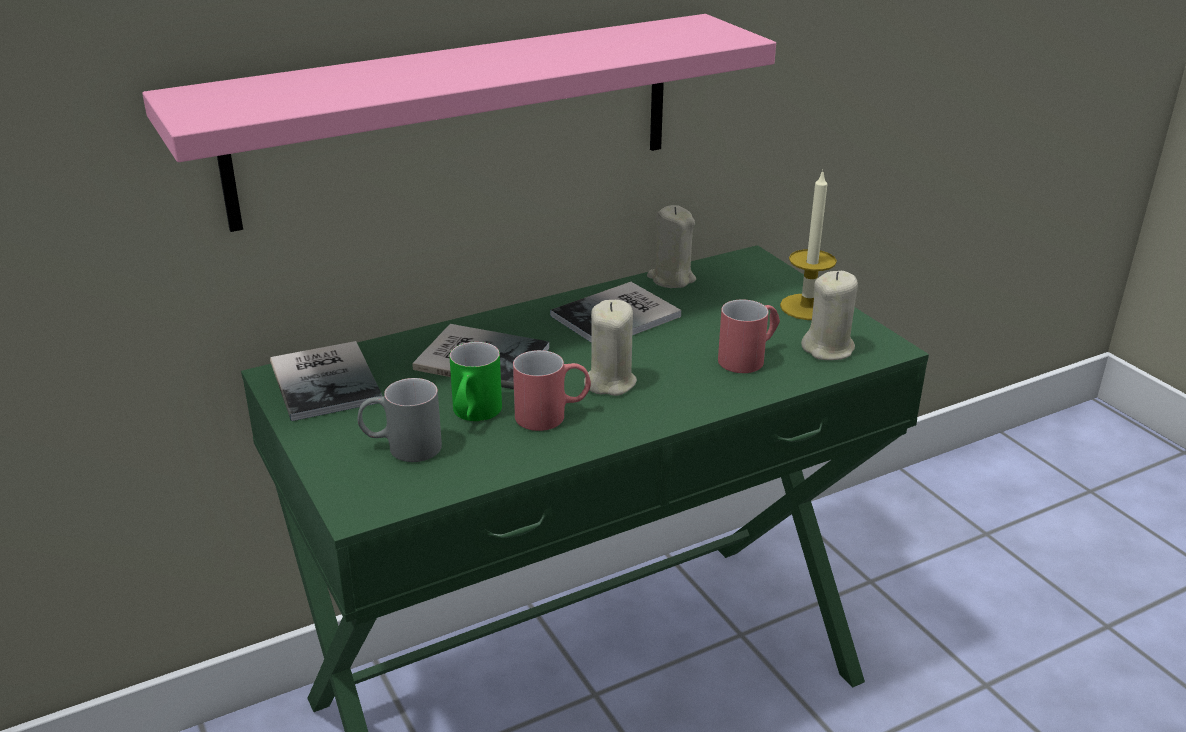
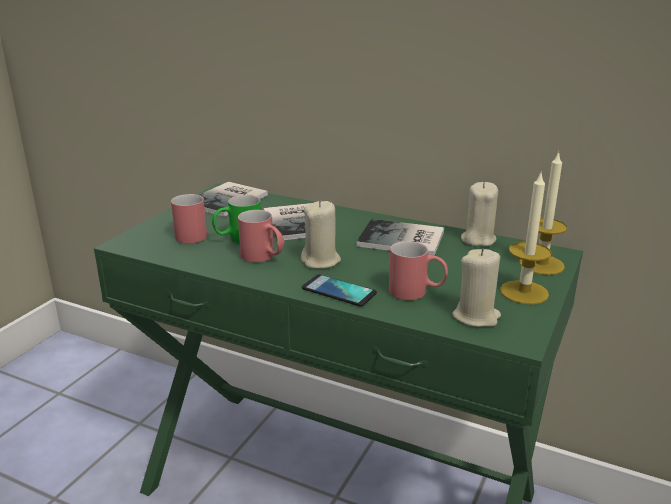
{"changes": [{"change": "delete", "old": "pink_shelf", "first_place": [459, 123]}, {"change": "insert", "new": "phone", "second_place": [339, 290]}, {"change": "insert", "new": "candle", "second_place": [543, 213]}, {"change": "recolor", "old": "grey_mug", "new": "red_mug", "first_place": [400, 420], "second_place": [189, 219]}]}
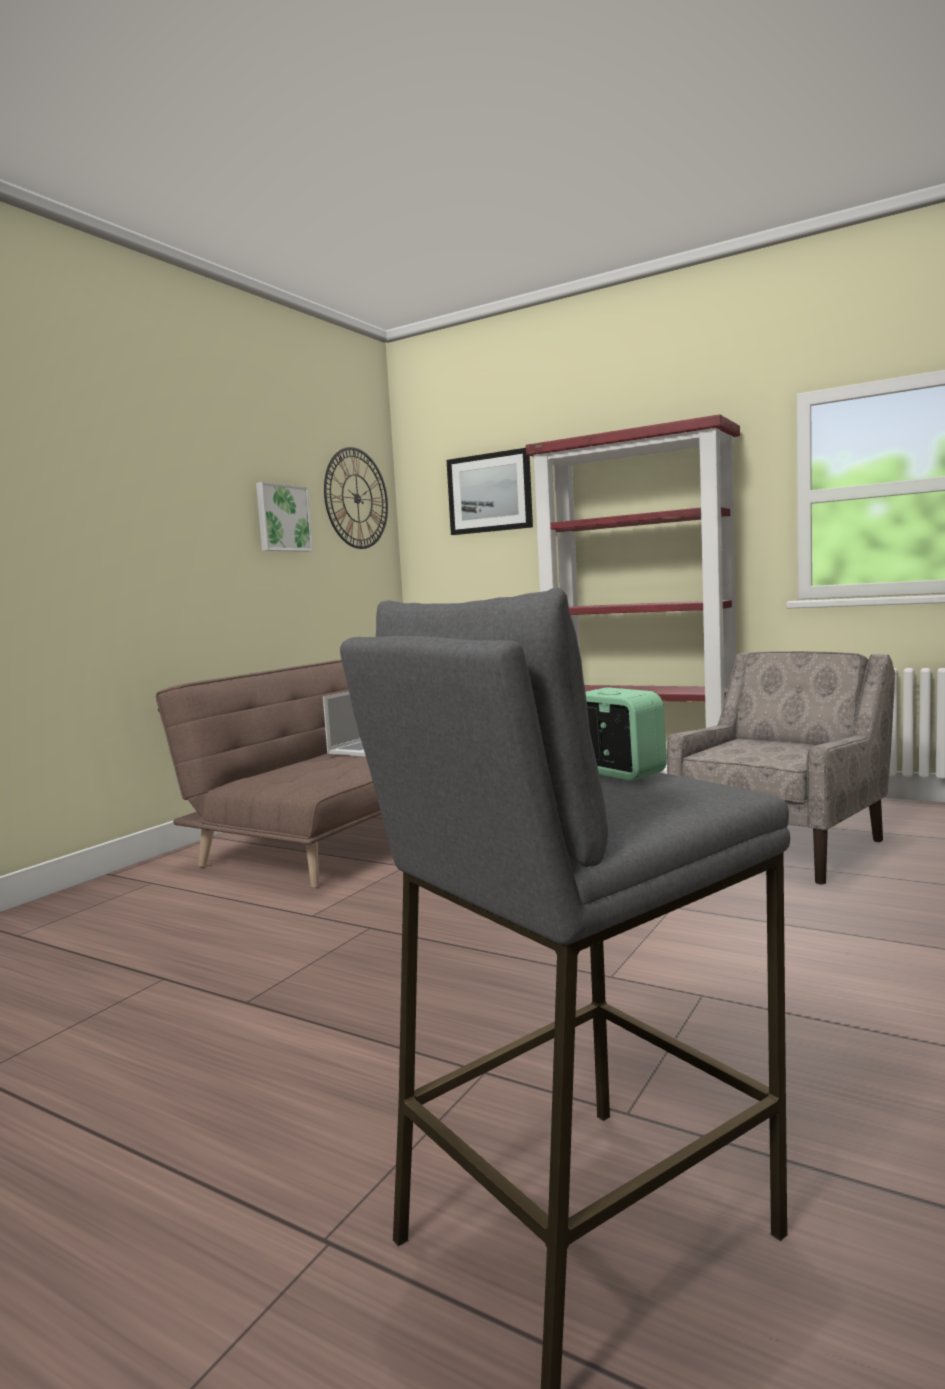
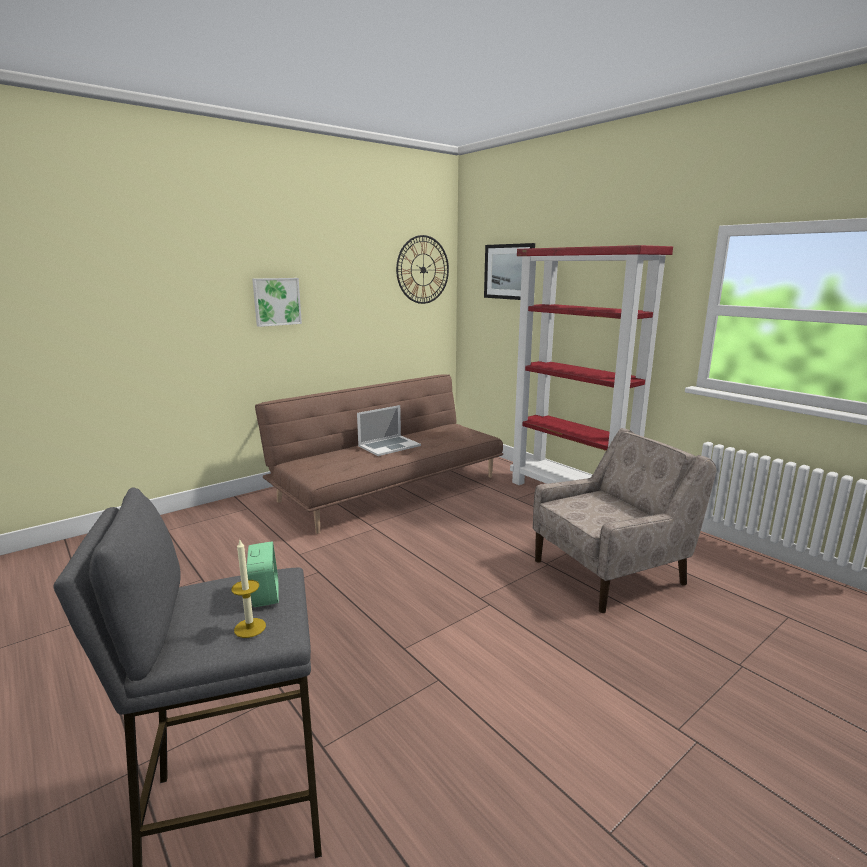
{"changes": [{"change": "insert", "new": "candle", "second_place": [248, 589]}, {"change": "move", "old": "picture", "first_place": [284, 517], "second_place": [277, 302]}]}
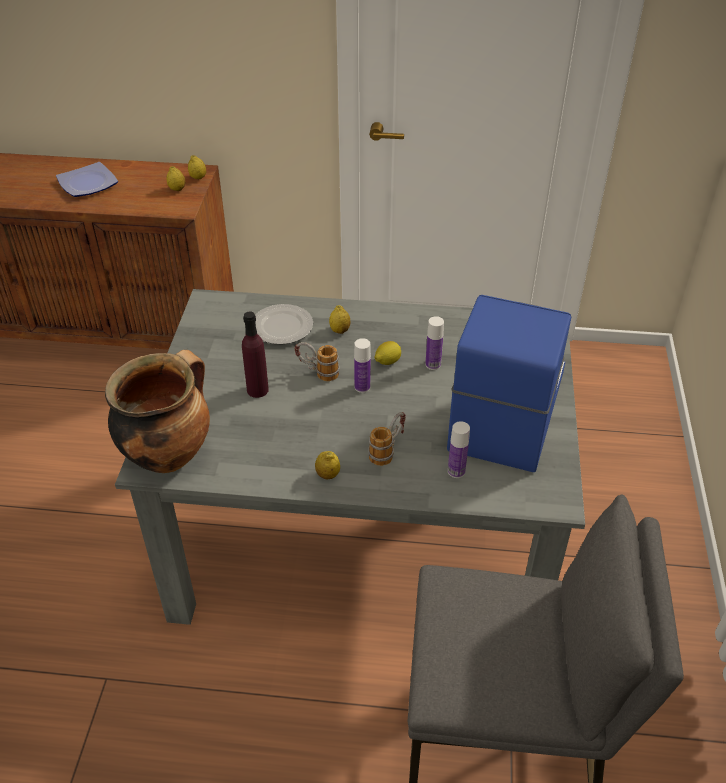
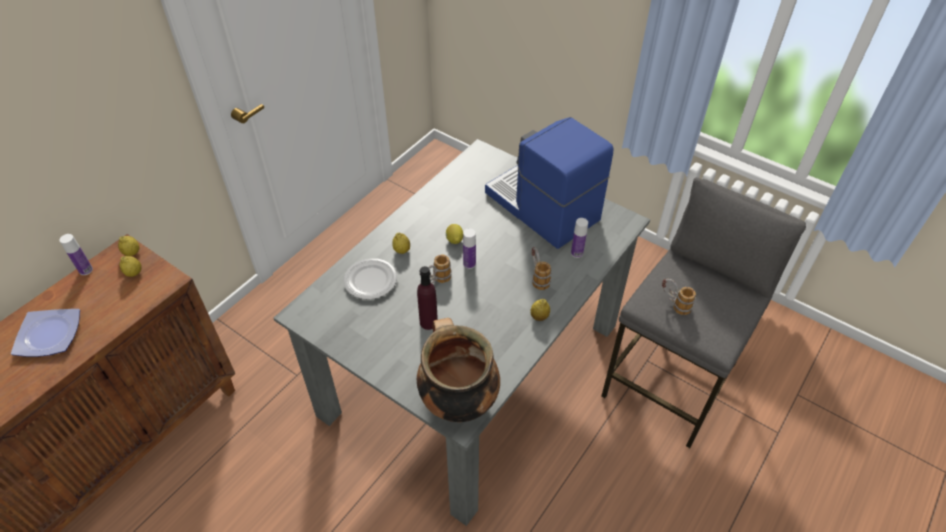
{"changes": [{"change": "insert", "new": "mug", "second_place": [679, 297]}, {"change": "move", "old": "bottle", "first_place": [434, 343], "second_place": [76, 254]}]}
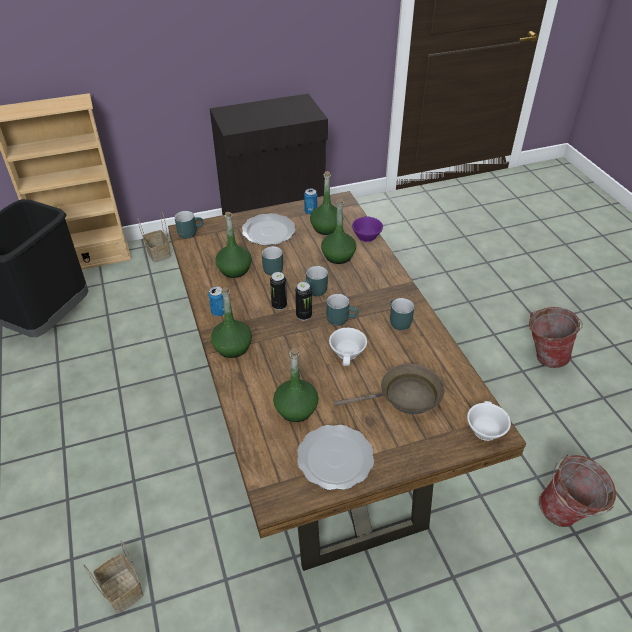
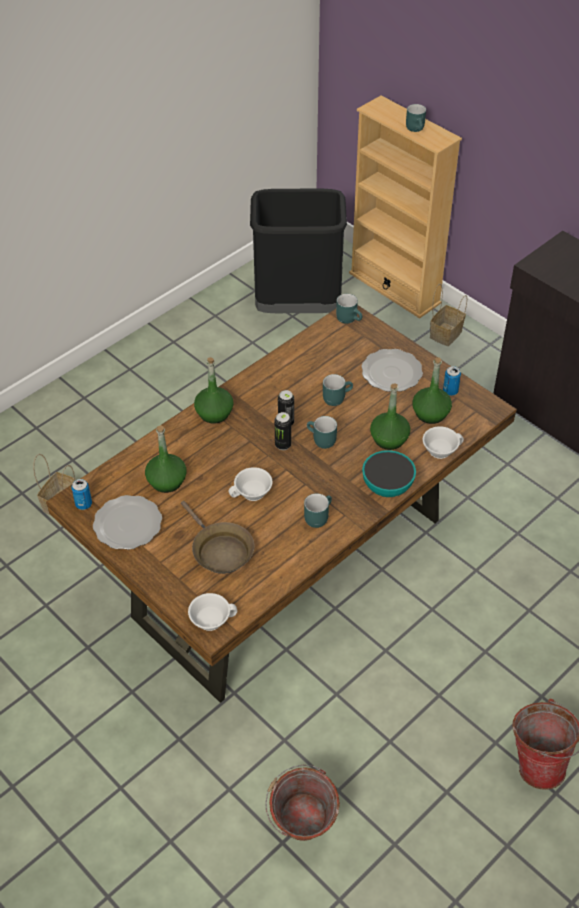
{"changes": [{"change": "delete", "old": "green_bottle", "first_place": [233, 245]}, {"change": "insert", "new": "bowl", "second_place": [389, 473]}, {"change": "move", "old": "can", "first_place": [216, 301], "second_place": [81, 494]}, {"change": "move", "old": "turquoise_mug", "first_place": [342, 310], "second_place": [416, 118]}, {"change": "recolor", "old": "purple_cup", "new": "white_cup", "first_place": [367, 229], "second_place": [443, 442]}]}
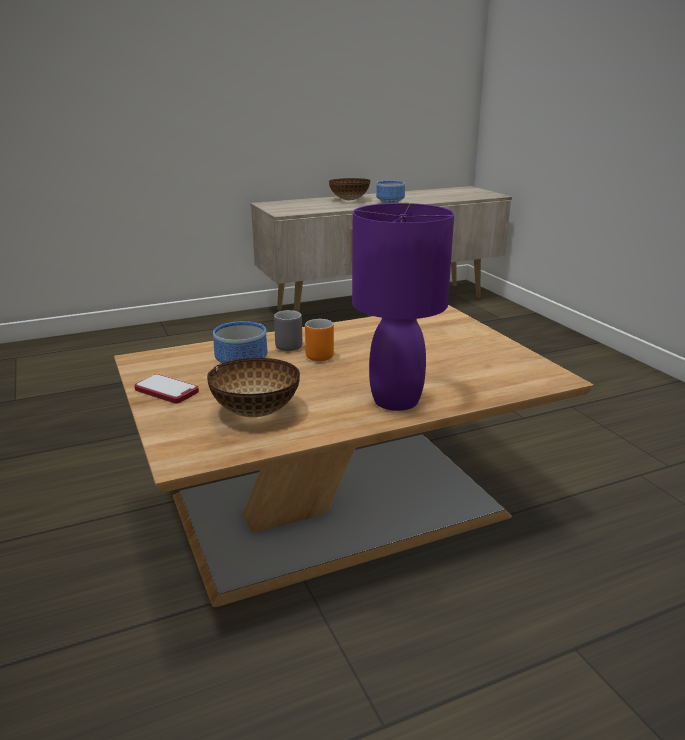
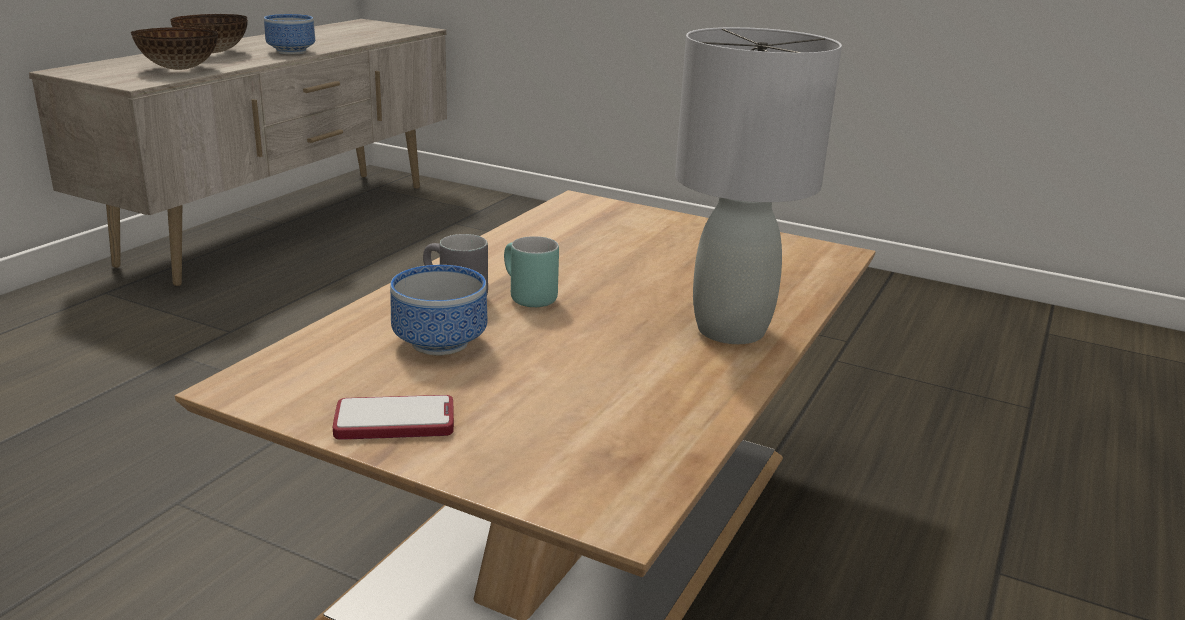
{"changes": [{"change": "move", "old": "bowl", "first_place": [253, 387], "second_place": [174, 48]}, {"change": "recolor", "old": "orange_mug", "new": "turquoise_mug", "first_place": [319, 340], "second_place": [531, 271]}, {"change": "recolor", "old": "purple_table_lamp", "new": "grey_table_lamp", "first_place": [403, 307], "second_place": [758, 185]}]}
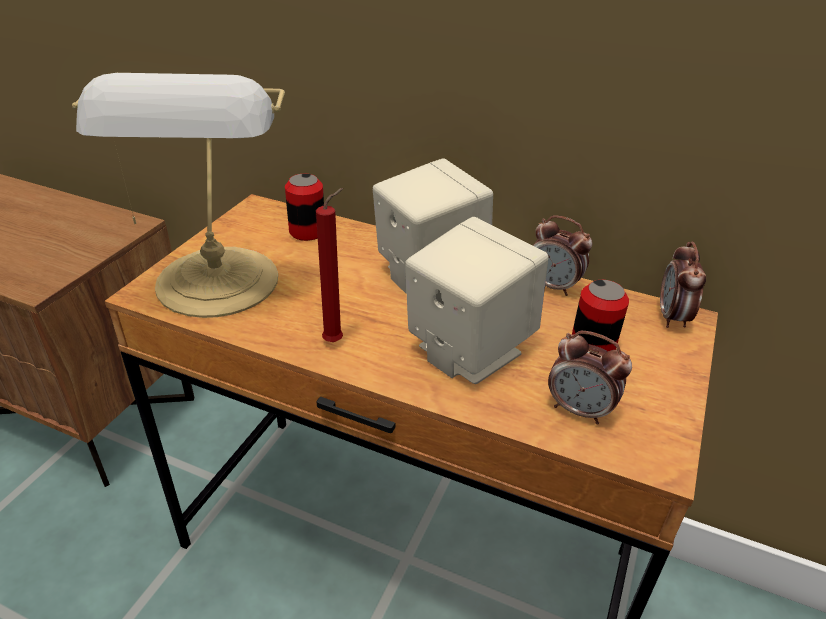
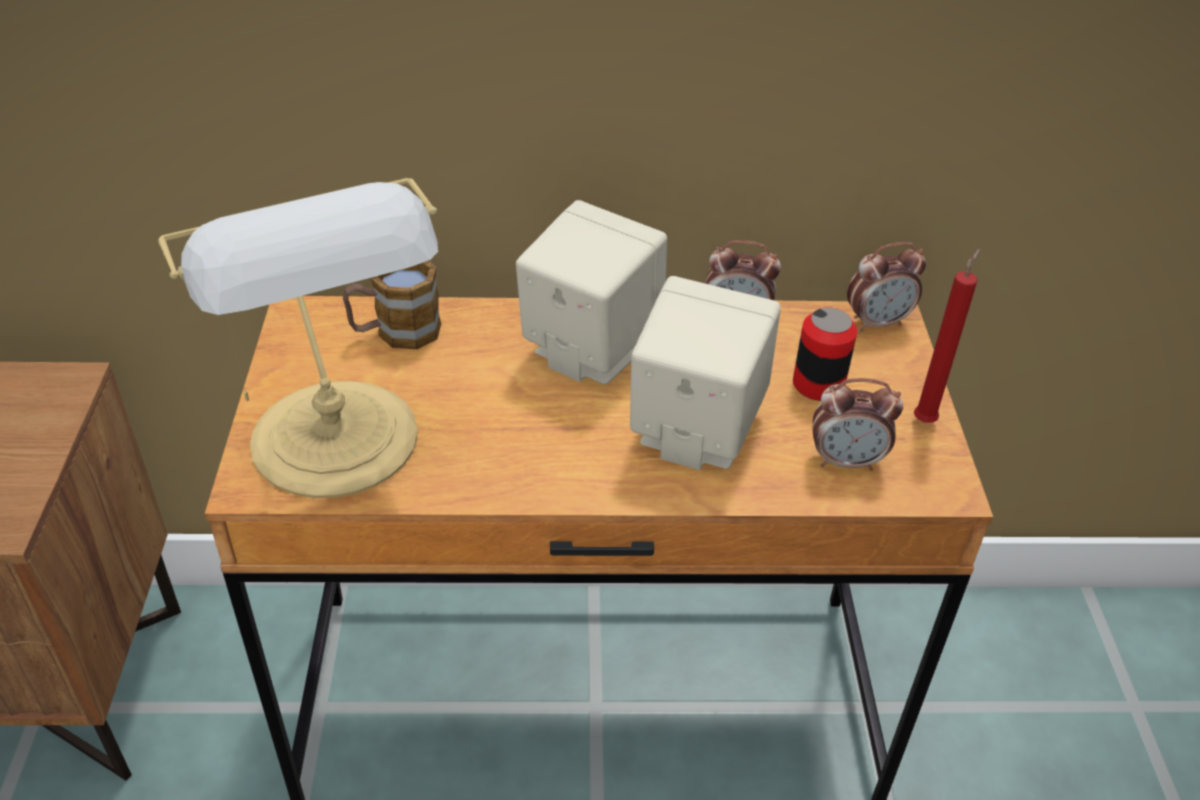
{"changes": [{"change": "move", "old": "red_candle", "first_place": [329, 265], "second_place": [947, 336]}, {"change": "replace", "old": "can", "new": "mug", "first_place": [304, 207], "second_place": [392, 305]}, {"change": "rotate", "old": "alarm_clock", "first_place": [683, 285], "second_place": [886, 287], "degrees": -90}]}
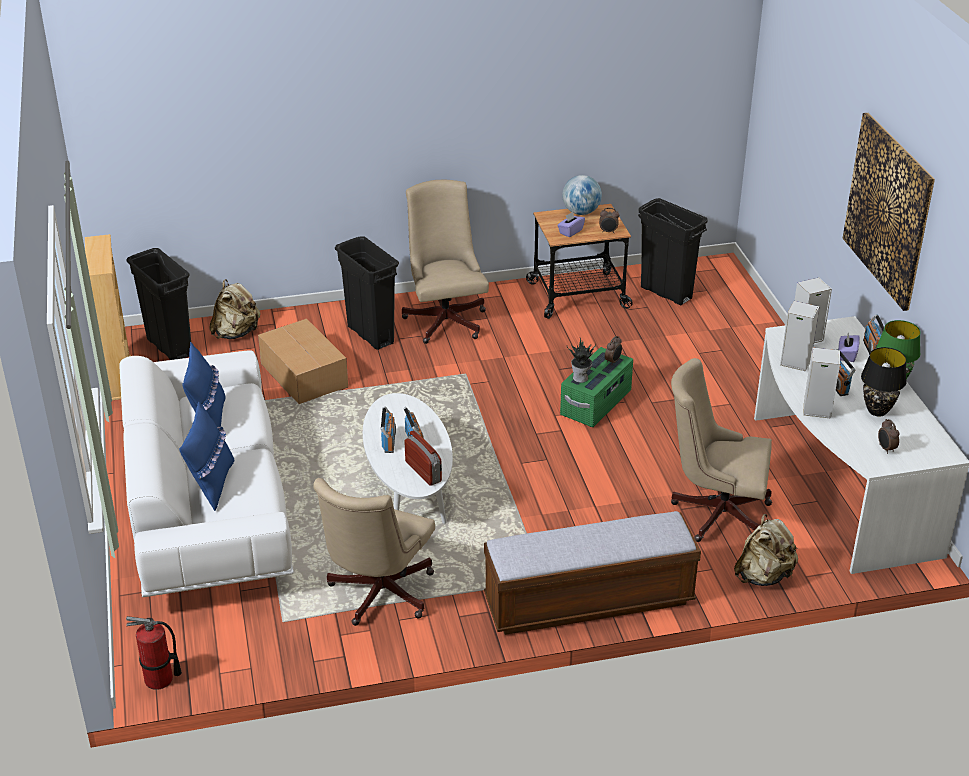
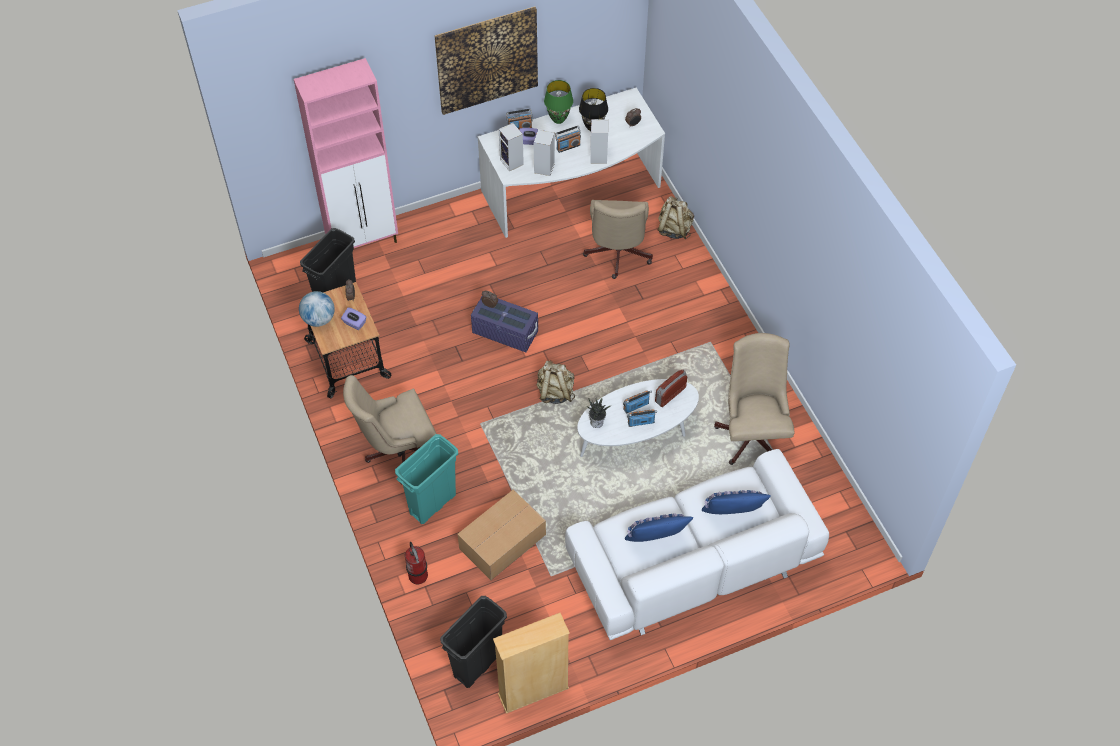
{"changes": [{"change": "delete", "old": "bench", "first_place": [592, 573]}, {"change": "insert", "new": "pink_cabinet", "second_place": [346, 153]}, {"change": "move", "old": "fire_extinguisher", "first_place": [154, 653], "second_place": [416, 563]}, {"change": "move", "old": "beige_backpack", "first_place": [234, 309], "second_place": [556, 382]}, {"change": "move", "old": "potted_plant", "first_place": [581, 360], "second_place": [600, 413]}, {"change": "recolor", "old": "black_trash_can", "new": "turquoise_trash_can", "first_place": [367, 293], "second_place": [426, 479]}, {"change": "recolor", "old": "green_storage_box", "new": "purple_storage_box", "first_place": [596, 387], "second_place": [504, 324]}, {"change": "rotate", "old": "beige_office_chair", "first_place": [374, 552], "second_place": [754, 399], "degrees": -105}]}
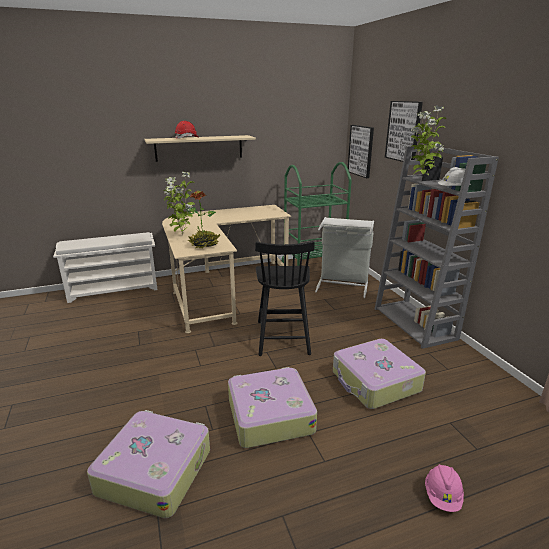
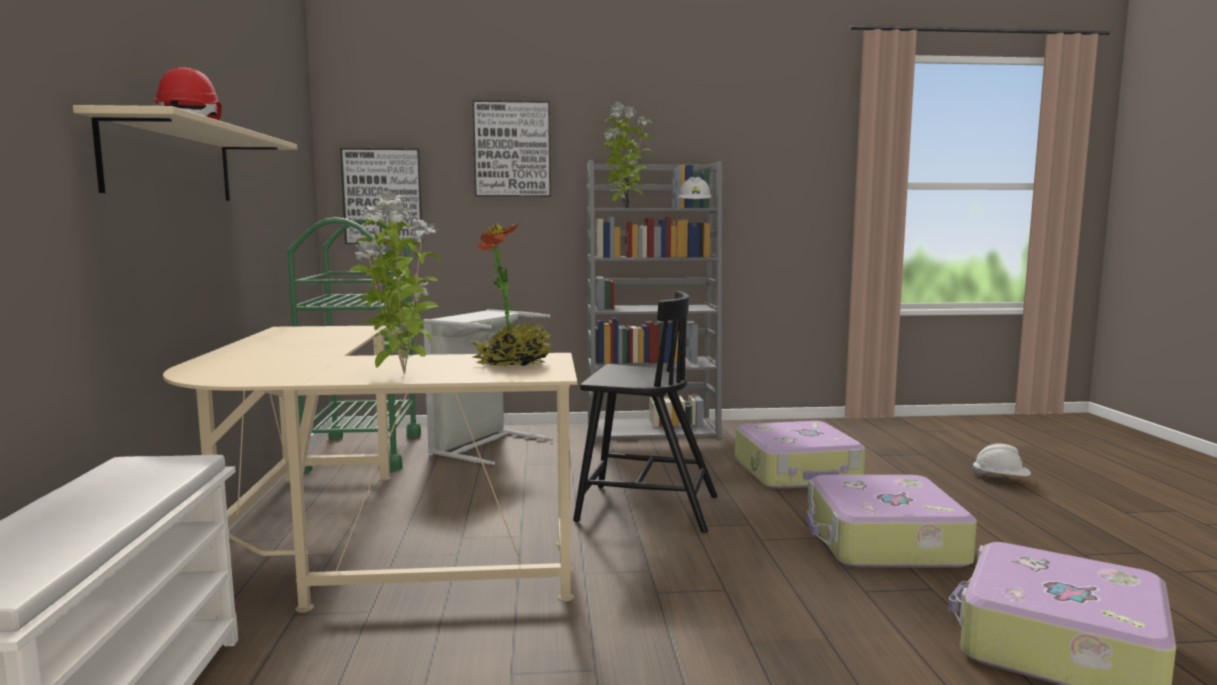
{"changes": [{"change": "recolor", "old": "pink_hard_hat", "new": "white_hard_hat", "first_place": [444, 488], "second_place": [1001, 460]}]}
